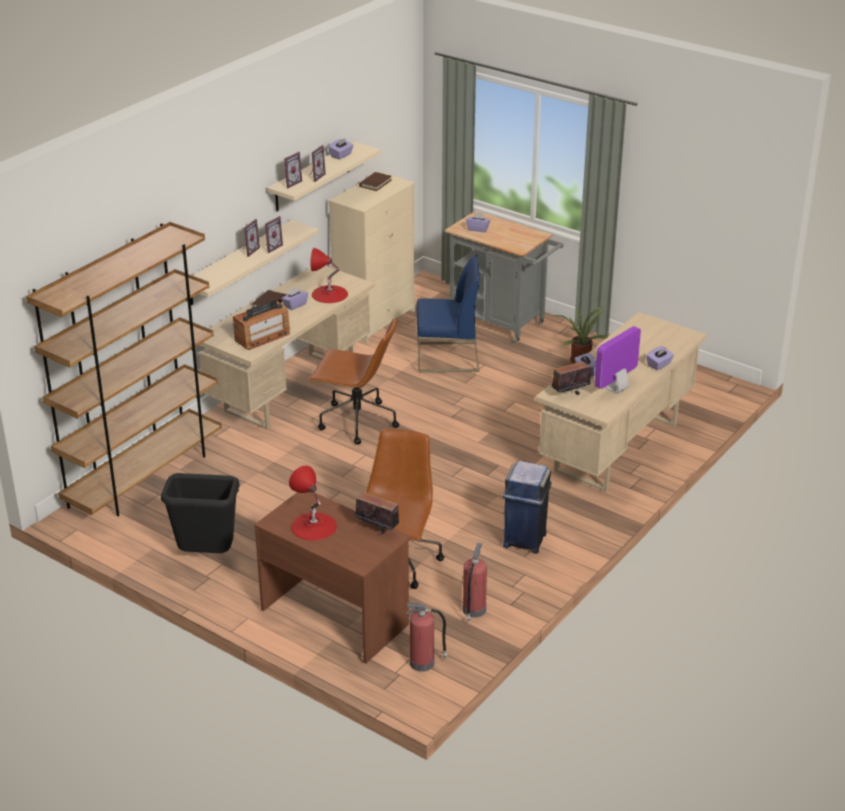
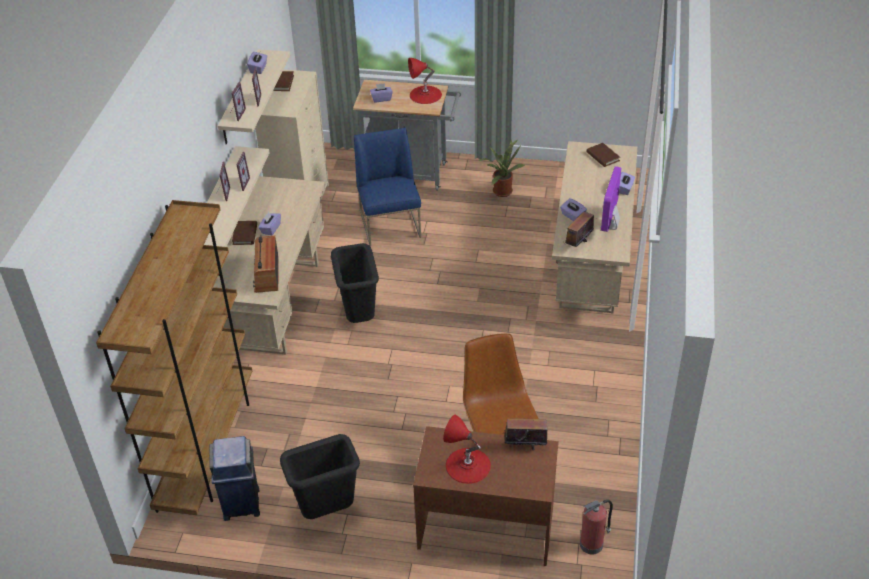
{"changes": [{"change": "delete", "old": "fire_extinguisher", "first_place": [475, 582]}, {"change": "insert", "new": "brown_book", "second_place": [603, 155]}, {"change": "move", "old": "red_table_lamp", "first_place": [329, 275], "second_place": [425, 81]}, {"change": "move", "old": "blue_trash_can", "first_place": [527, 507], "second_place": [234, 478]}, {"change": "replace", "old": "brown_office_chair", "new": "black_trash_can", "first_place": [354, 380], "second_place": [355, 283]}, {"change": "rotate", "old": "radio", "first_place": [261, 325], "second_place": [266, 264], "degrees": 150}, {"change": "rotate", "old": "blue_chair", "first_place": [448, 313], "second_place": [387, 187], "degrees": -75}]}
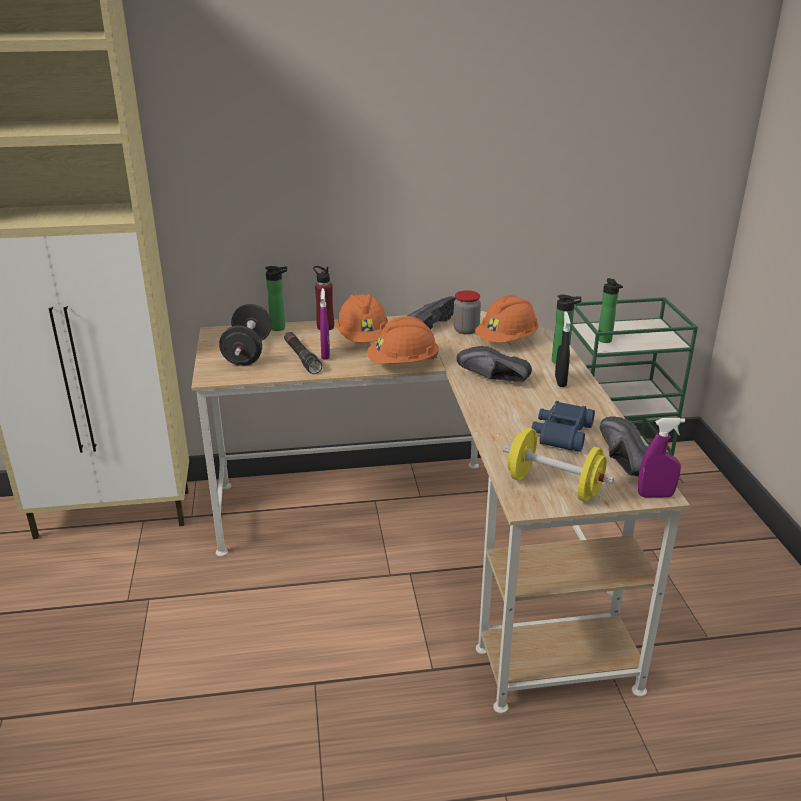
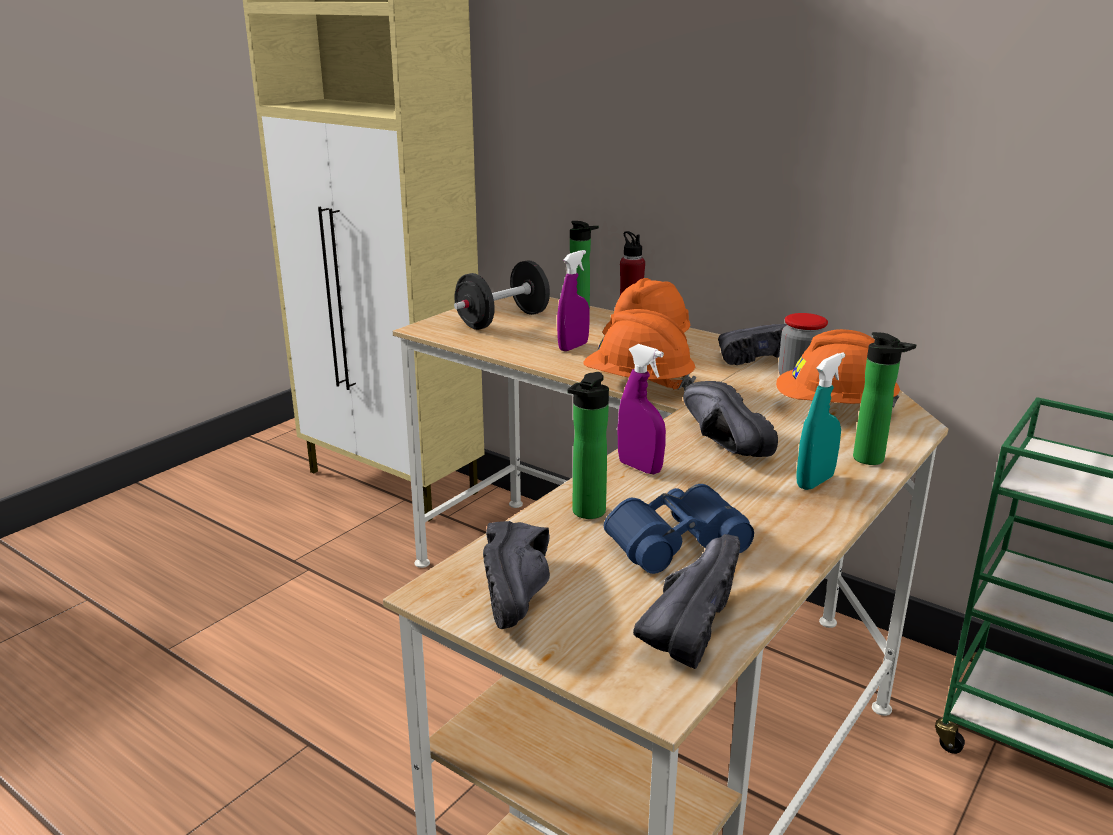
{"changes": [{"change": "delete", "old": "black_flashlight", "first_place": [303, 353]}, {"change": "move", "old": "bottle", "first_place": [610, 310], "second_place": [588, 445]}, {"change": "move", "old": "purple_spray_bottle", "first_place": [661, 457], "second_place": [641, 409]}, {"change": "replace", "old": "yellow_dumbbell", "new": "black_shoe", "first_place": [558, 465], "second_place": [516, 575]}, {"change": "recolor", "old": "black_spray_bottle", "new": "turquoise_spray_bottle", "first_place": [563, 349], "second_place": [820, 421]}]}
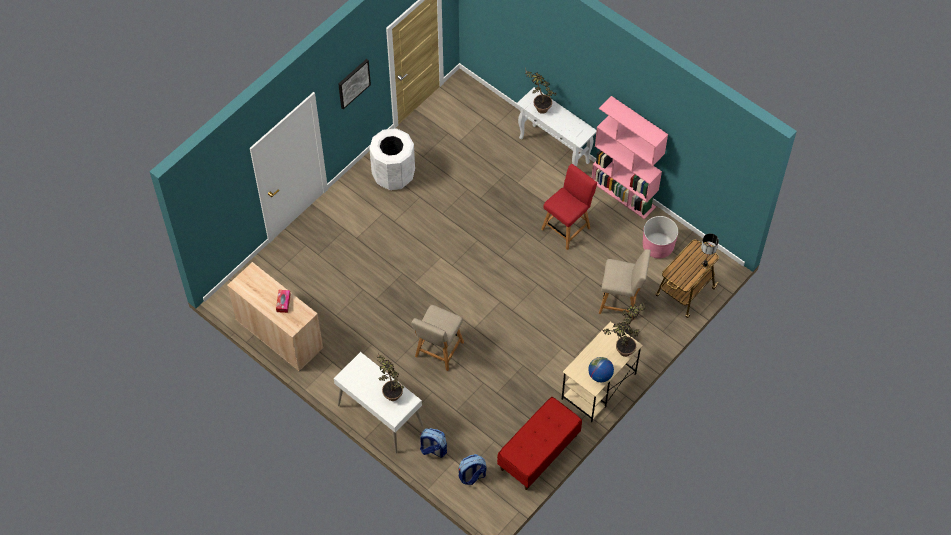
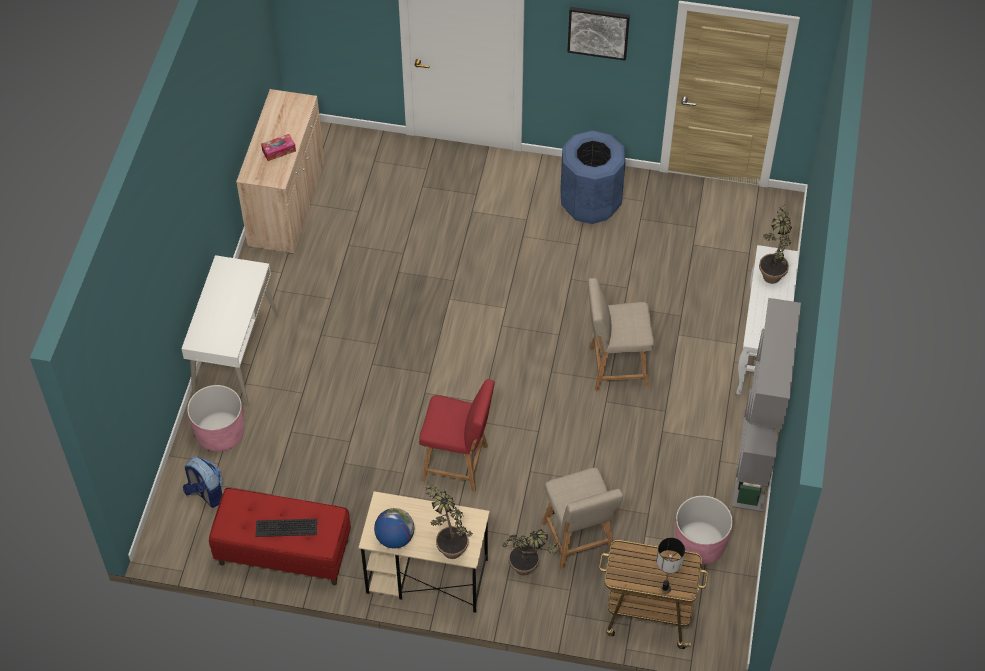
{"changes": [{"change": "delete", "old": "potted_plant", "first_place": [390, 376]}, {"change": "insert", "new": "keyboard", "second_place": [286, 528]}, {"change": "move", "old": "beige_chair", "first_place": [437, 338], "second_place": [621, 334]}, {"change": "move", "old": "red_chair", "first_place": [569, 206], "second_place": [457, 435]}, {"change": "replace", "old": "backpack", "new": "pink_planter", "first_place": [433, 443], "second_place": [215, 418]}, {"change": "recolor", "old": "white_trash_can", "new": "blue_trash_can", "first_place": [392, 159], "second_place": [593, 177]}, {"change": "recolor", "old": "pink_bookcase", "new": "grey_bookcase", "first_place": [630, 157], "second_place": [766, 405]}]}
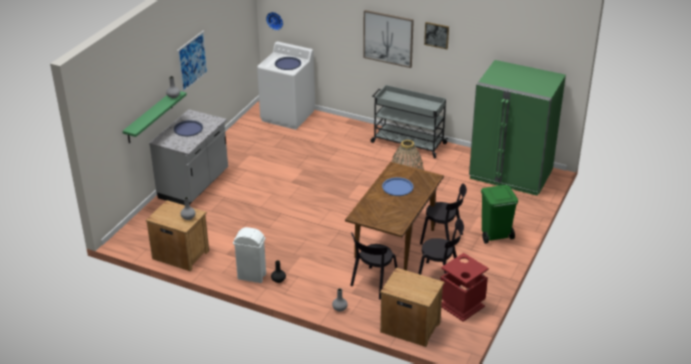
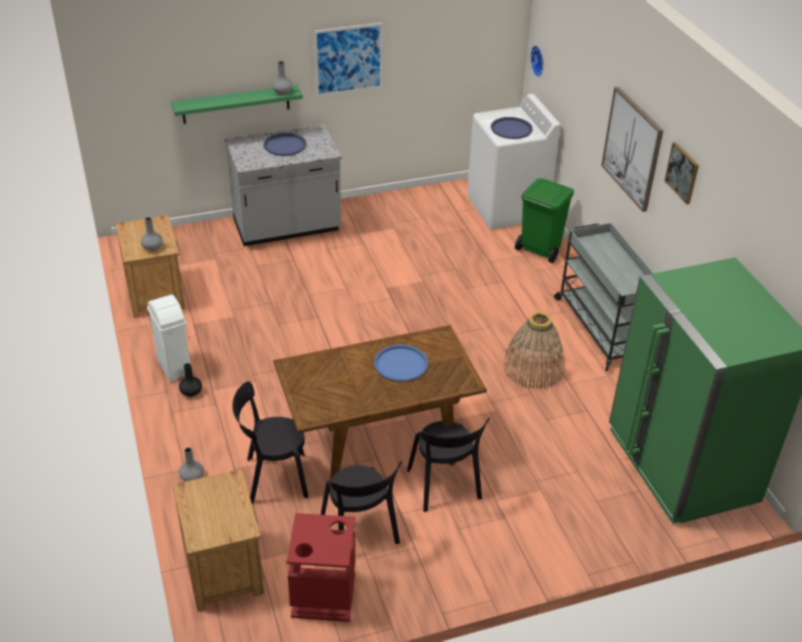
{"changes": [{"change": "move", "old": "green_trash_can", "first_place": [499, 214], "second_place": [544, 220]}]}
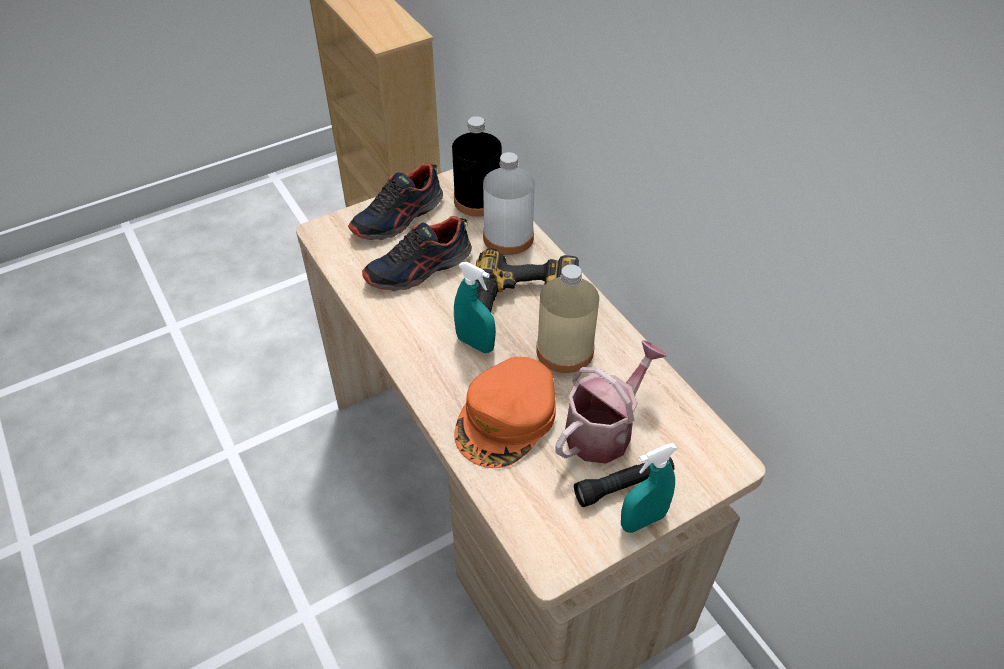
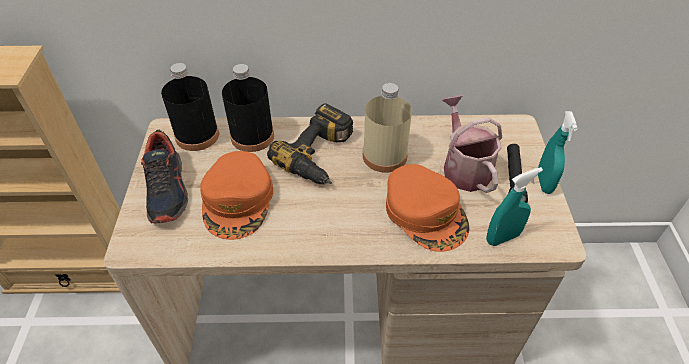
{"changes": [{"change": "move", "old": "turquoise_spray_bottle", "first_place": [475, 307], "second_place": [514, 206]}, {"change": "replace", "old": "shoe", "new": "orange_cap", "first_place": [417, 253], "second_place": [236, 195]}, {"change": "recolor", "old": "white_bottle", "new": "black_bottle", "first_place": [509, 203], "second_place": [248, 108]}]}
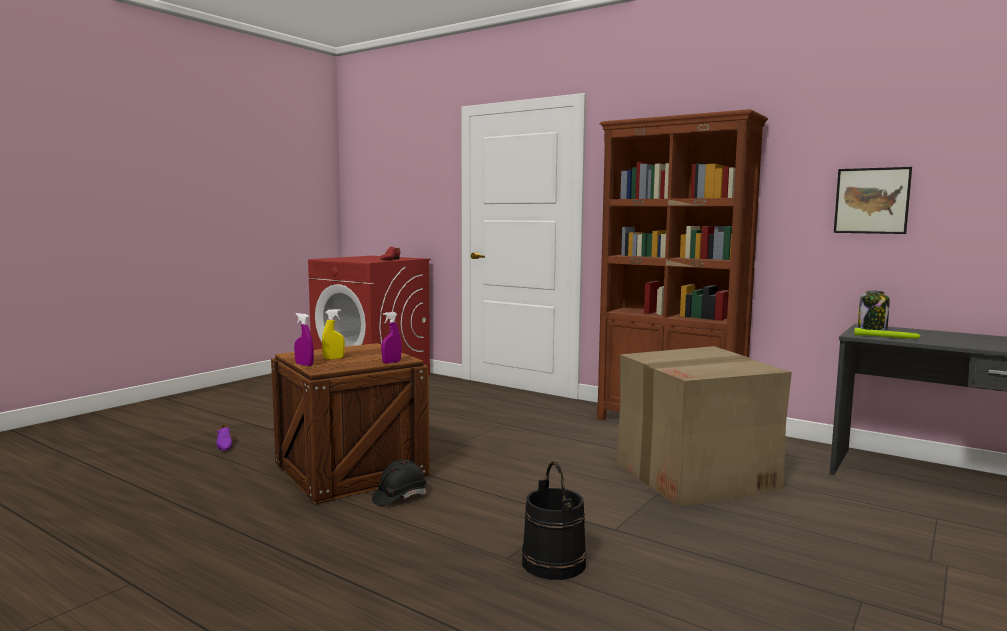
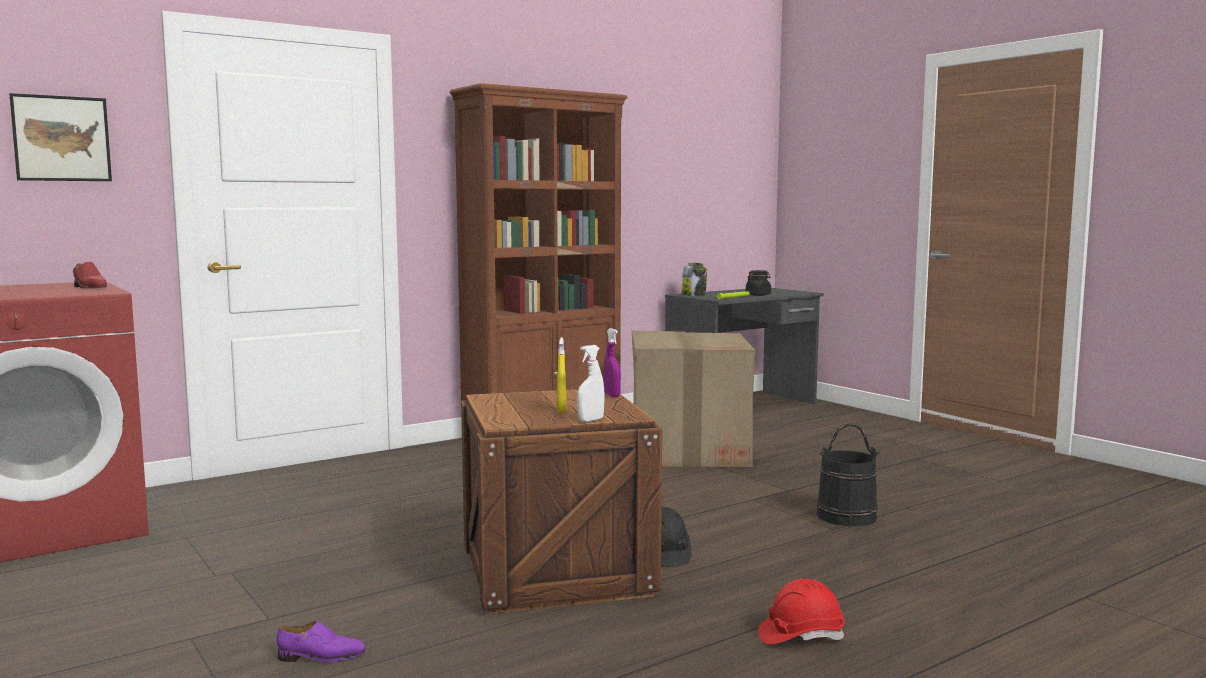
{"changes": [{"change": "insert", "new": "black_jar", "second_place": [758, 283]}, {"change": "insert", "new": "red_hard_hat", "second_place": [801, 612]}, {"change": "move", "old": "picture", "first_place": [873, 200], "second_place": [61, 137]}, {"change": "recolor", "old": "purple_spray_bottle", "new": "white_spray_bottle", "first_place": [304, 339], "second_place": [591, 383]}]}
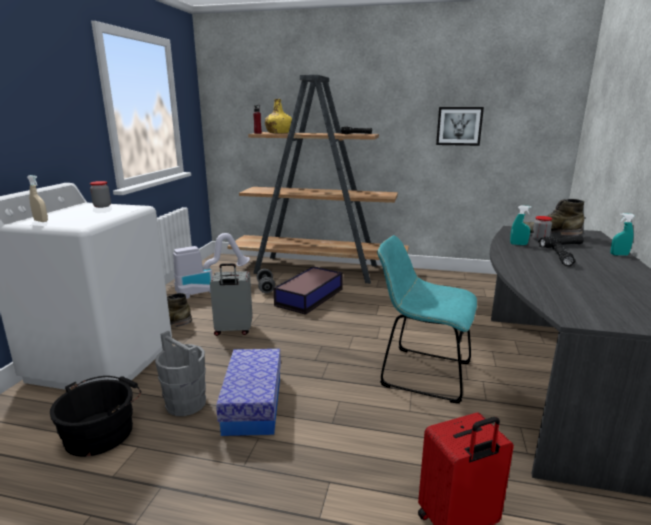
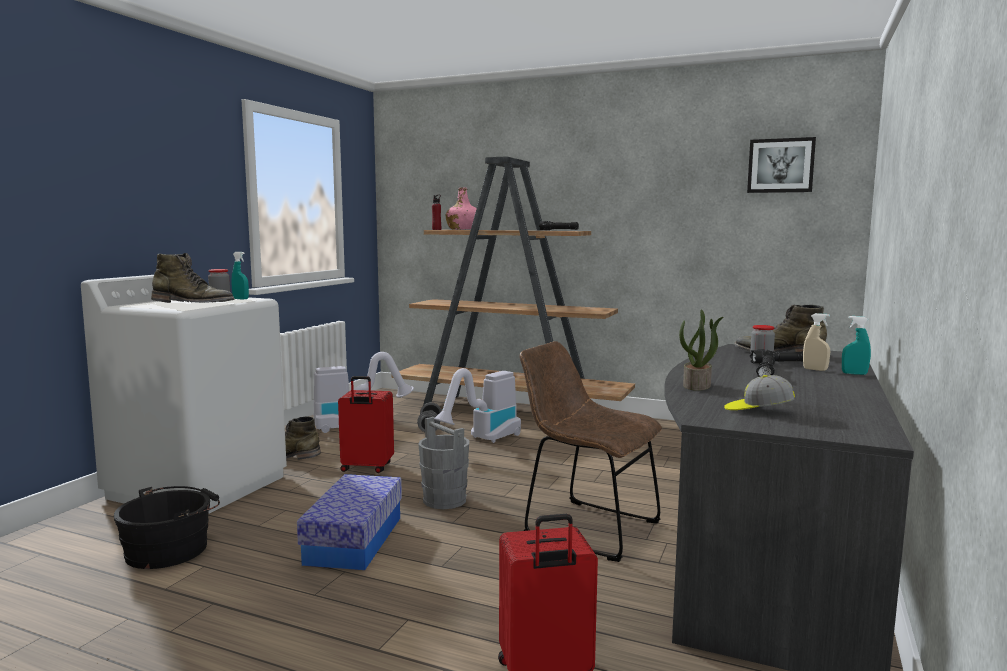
{"changes": [{"change": "insert", "new": "green_boot", "second_place": [193, 278]}, {"change": "insert", "new": "potted_plant", "second_place": [701, 350]}, {"change": "insert", "new": "cap", "second_place": [759, 392]}, {"change": "move", "old": "beige_spray_bottle", "first_place": [37, 198], "second_place": [816, 342]}, {"change": "move", "old": "grey_bucket", "first_place": [180, 373], "second_place": [444, 463]}, {"change": "move", "old": "picture", "first_place": [460, 126], "second_place": [781, 165]}, {"change": "move", "old": "turquoise_spray_bottle", "first_place": [521, 225], "second_place": [240, 276]}, {"change": "replace", "old": "storage_box", "new": "vacuum_cleaner", "first_place": [308, 290], "second_place": [477, 405]}, {"change": "recolor", "old": "grey_suitcase", "new": "red_suitcase", "first_place": [231, 299], "second_place": [366, 424]}, {"change": "recolor", "old": "yellow_bottle", "new": "pink_bottle", "first_place": [278, 116], "second_place": [461, 208]}, {"change": "recolor", "old": "turquoise_chair", "new": "brown_chair", "first_place": [427, 319], "second_place": [590, 451]}]}
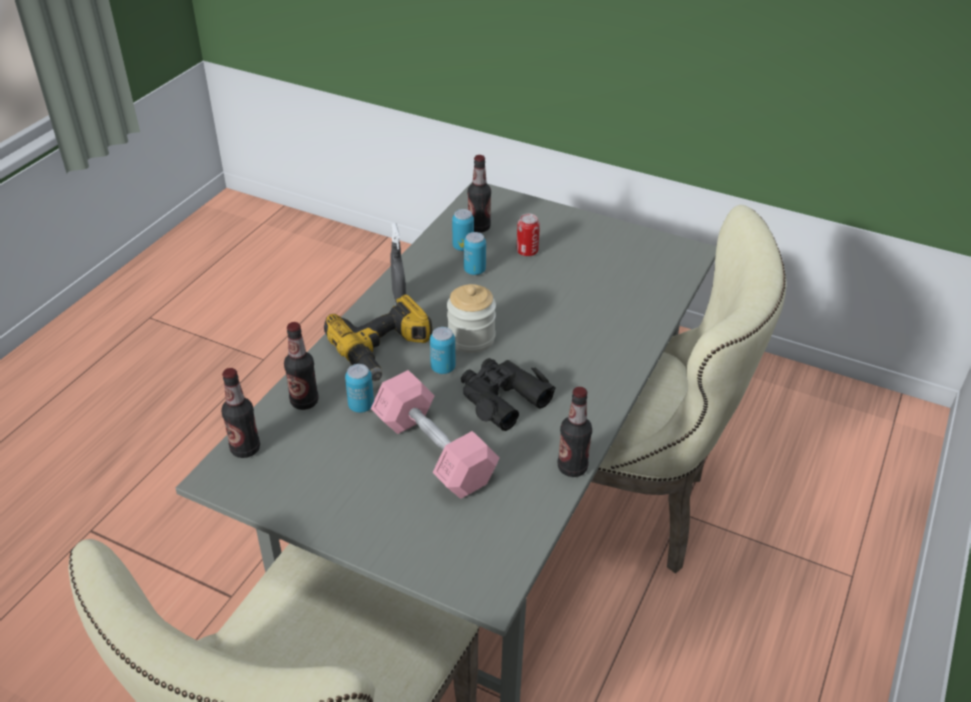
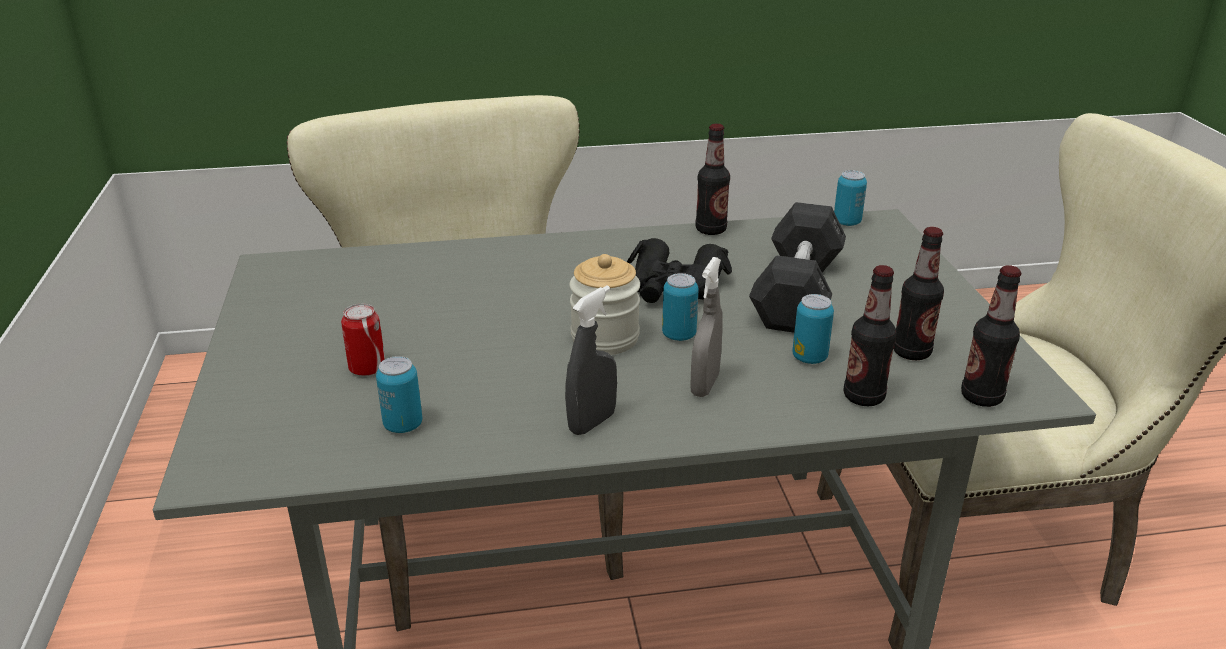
{"changes": [{"change": "move", "old": "can", "first_place": [475, 253], "second_place": [850, 198]}, {"change": "move", "old": "bottle", "first_place": [479, 194], "second_place": [918, 293]}, {"change": "replace", "old": "power_drill", "new": "grey_spray_bottle", "first_place": [378, 338], "second_place": [706, 327]}, {"change": "recolor", "old": "pink_dumbbell", "new": "grey_dumbbell", "first_place": [435, 434], "second_place": [797, 267]}]}
